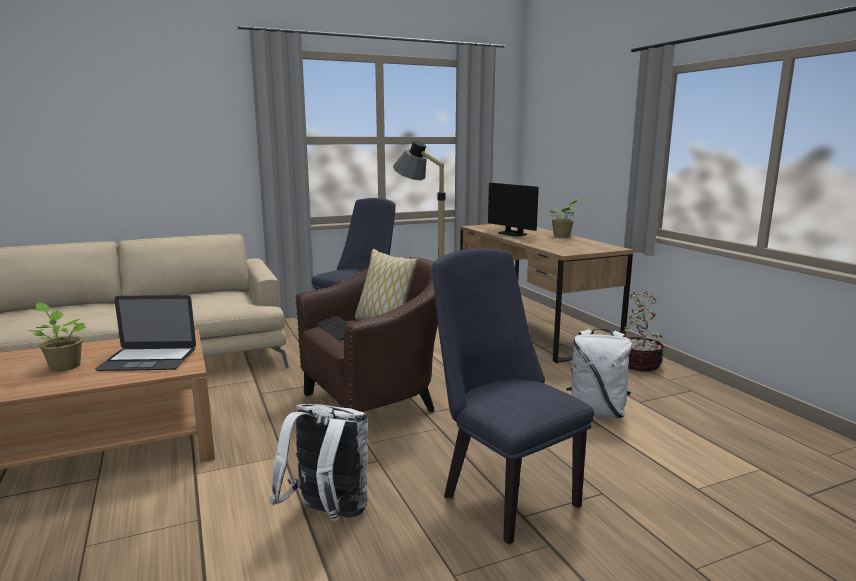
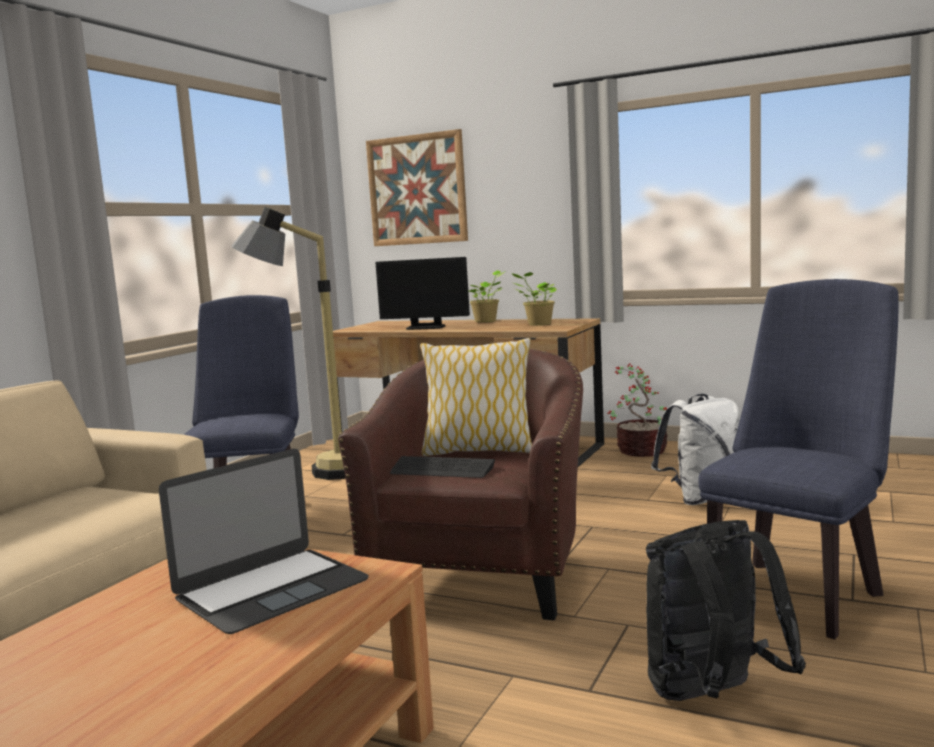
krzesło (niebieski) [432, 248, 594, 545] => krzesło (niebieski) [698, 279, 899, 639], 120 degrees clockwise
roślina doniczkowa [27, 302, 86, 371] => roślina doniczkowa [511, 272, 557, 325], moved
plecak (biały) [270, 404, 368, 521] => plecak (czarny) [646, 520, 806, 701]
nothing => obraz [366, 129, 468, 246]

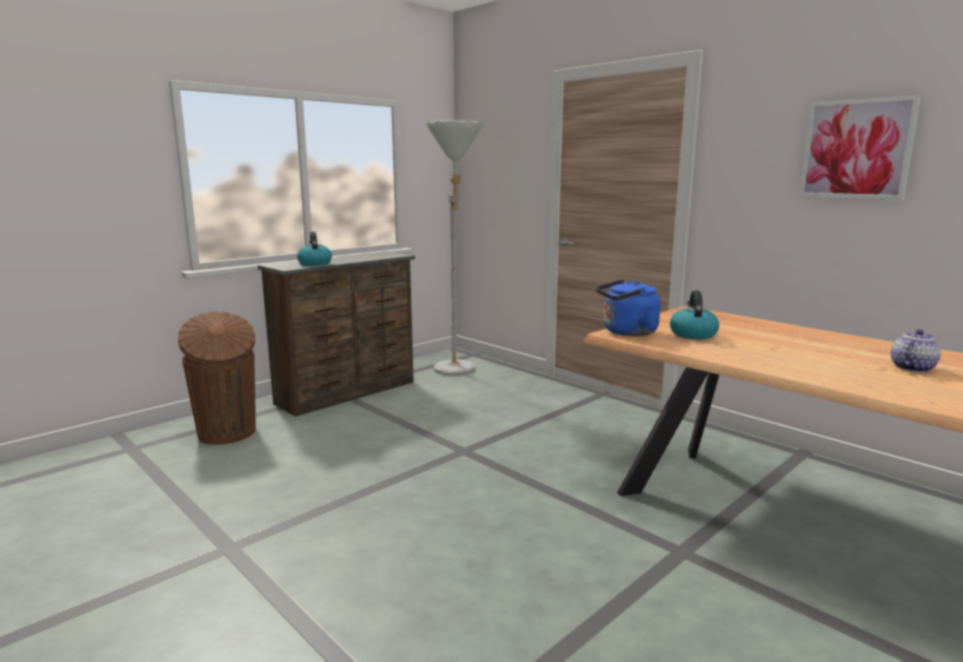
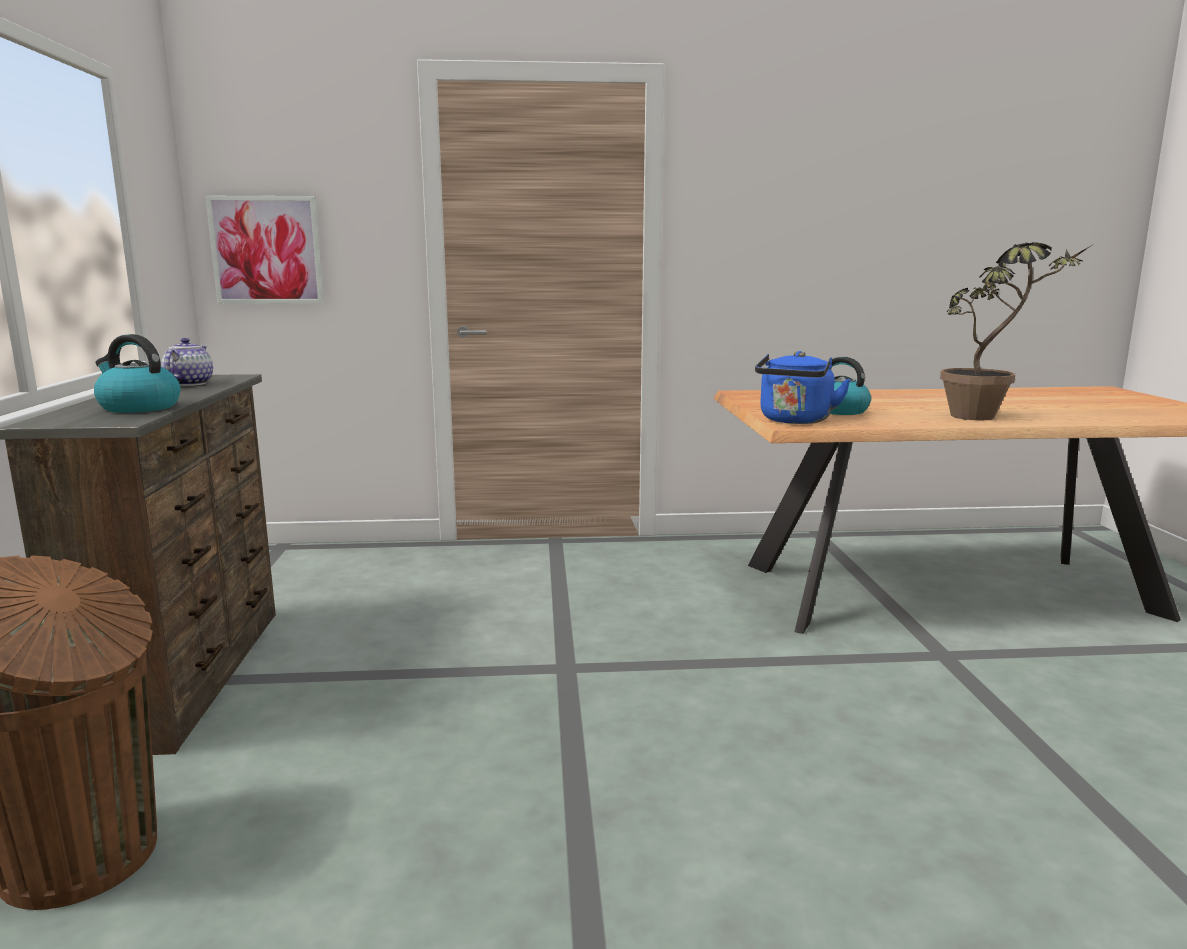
obraz [799, 95, 921, 200] => obraz [205, 196, 324, 304], moved
lampa stojąca (szary) [426, 120, 483, 375] => nothing
imbryk [891, 329, 941, 372] => imbryk [161, 338, 213, 386], moved
nothing => roślina doniczkowa [940, 242, 1092, 420]

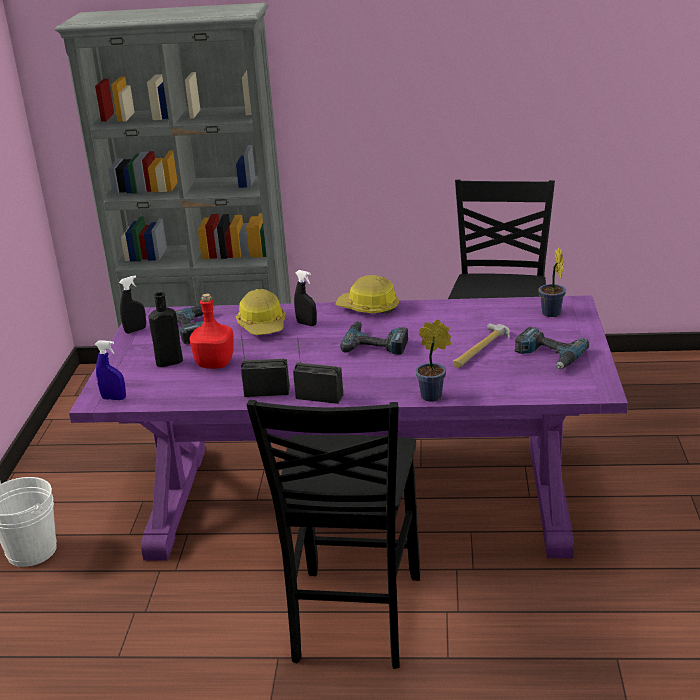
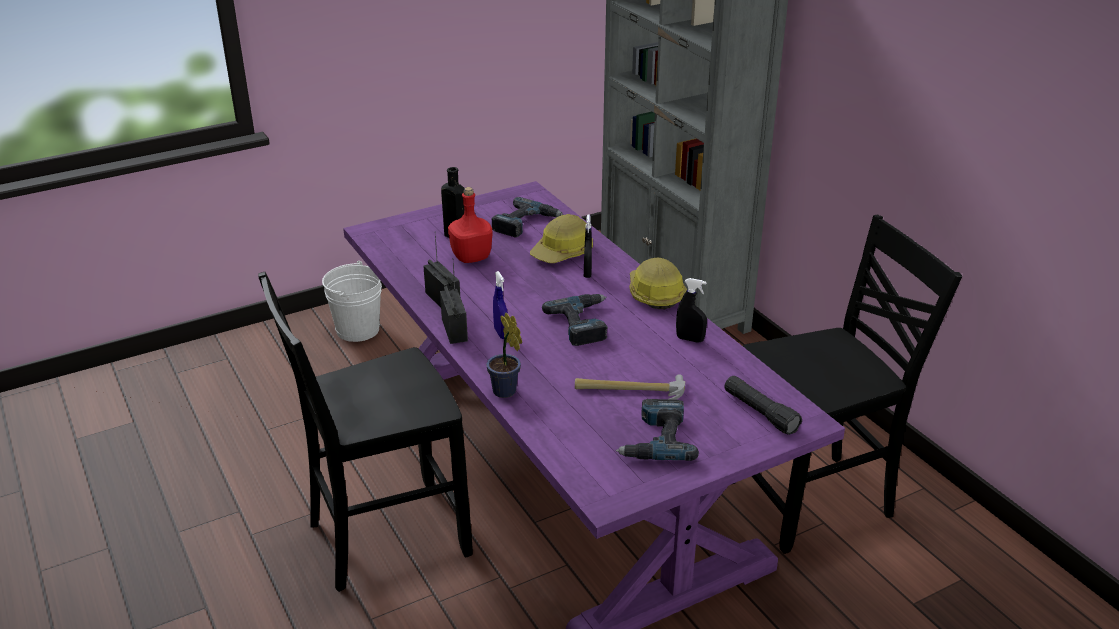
roślina doniczkowa [538, 247, 566, 317] => latarka (czarny) [724, 376, 802, 435]
spryskiwacz (czarny) [119, 275, 146, 334] => spryskiwacz (czarny) [676, 278, 707, 343], moved
spryskiwacz (niebieski) [95, 340, 126, 400] => spryskiwacz (niebieski) [493, 271, 508, 339], moved

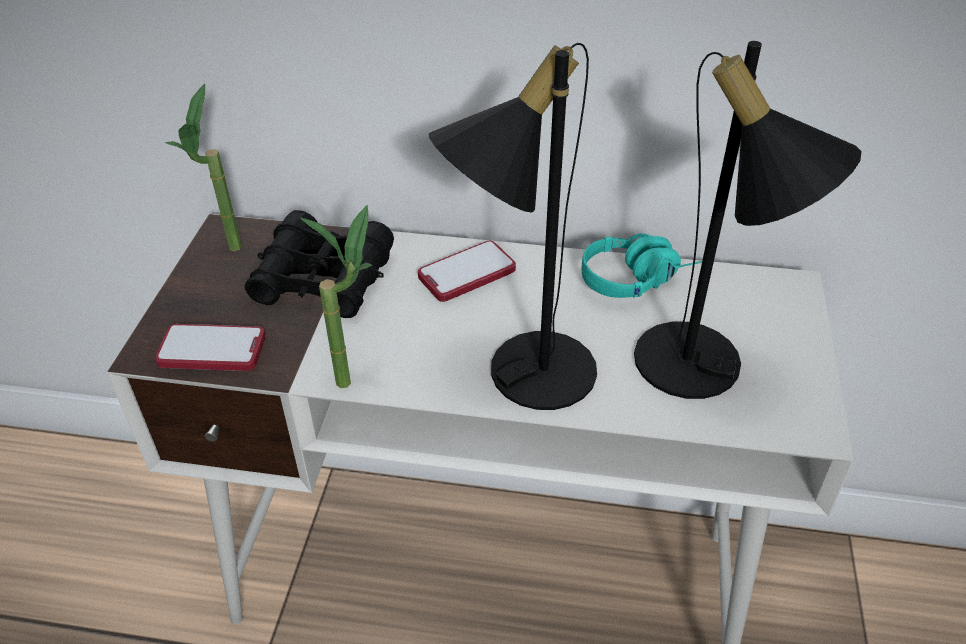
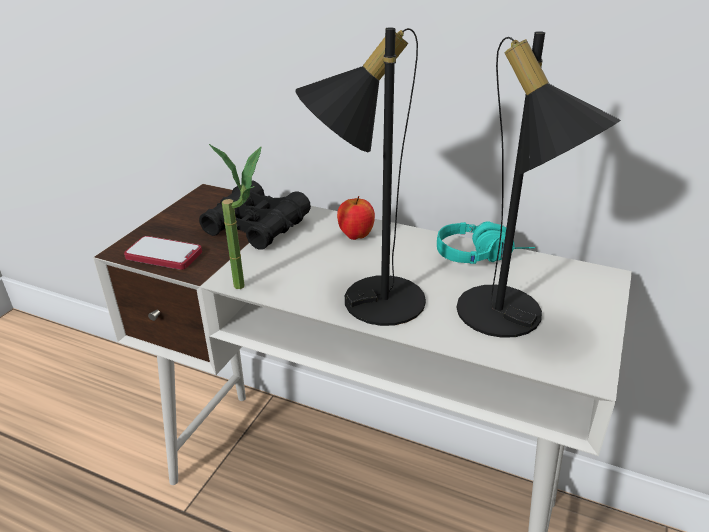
roślina doniczkowa [164, 84, 242, 251] => nothing
telefon [418, 241, 516, 302] => jabłko [337, 196, 375, 240]

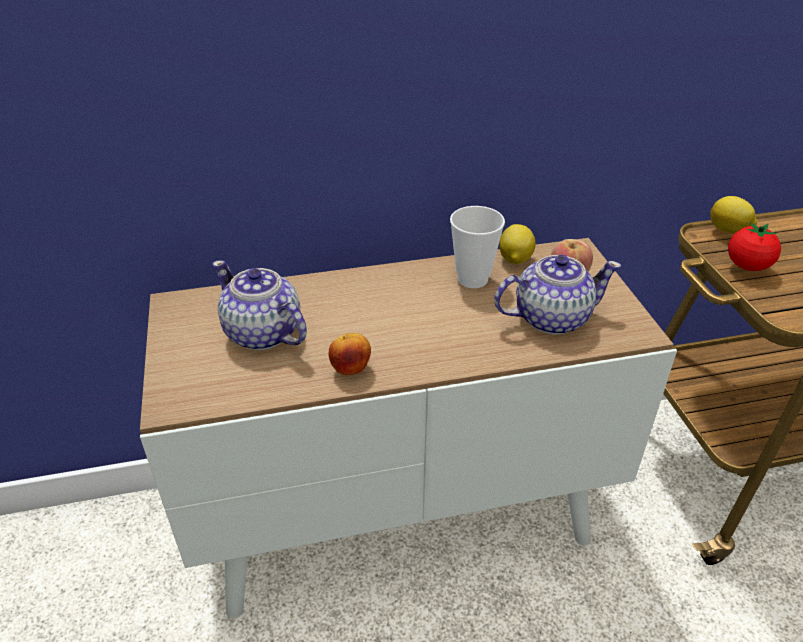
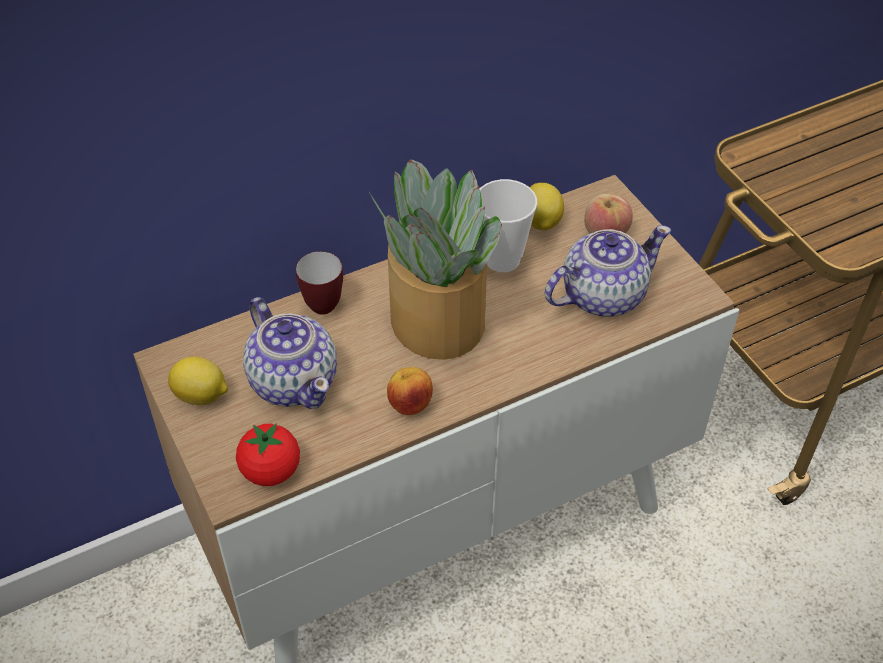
cytryna [710, 196, 757, 233] => cytryna [168, 356, 228, 405], moved
pomidor [728, 222, 781, 271] => pomidor [236, 423, 300, 486], moved
imbryk [212, 260, 307, 350] => imbryk [243, 297, 337, 409], 150 degrees counterclockwise
nothing => roślina doniczkowa [368, 159, 502, 360]
nothing => kubek [296, 251, 343, 315]

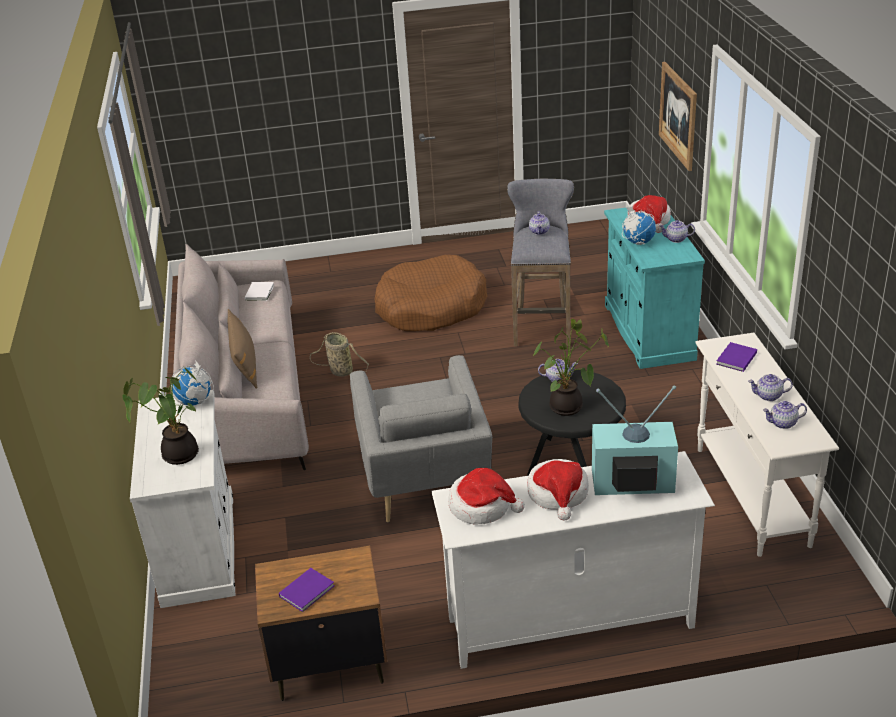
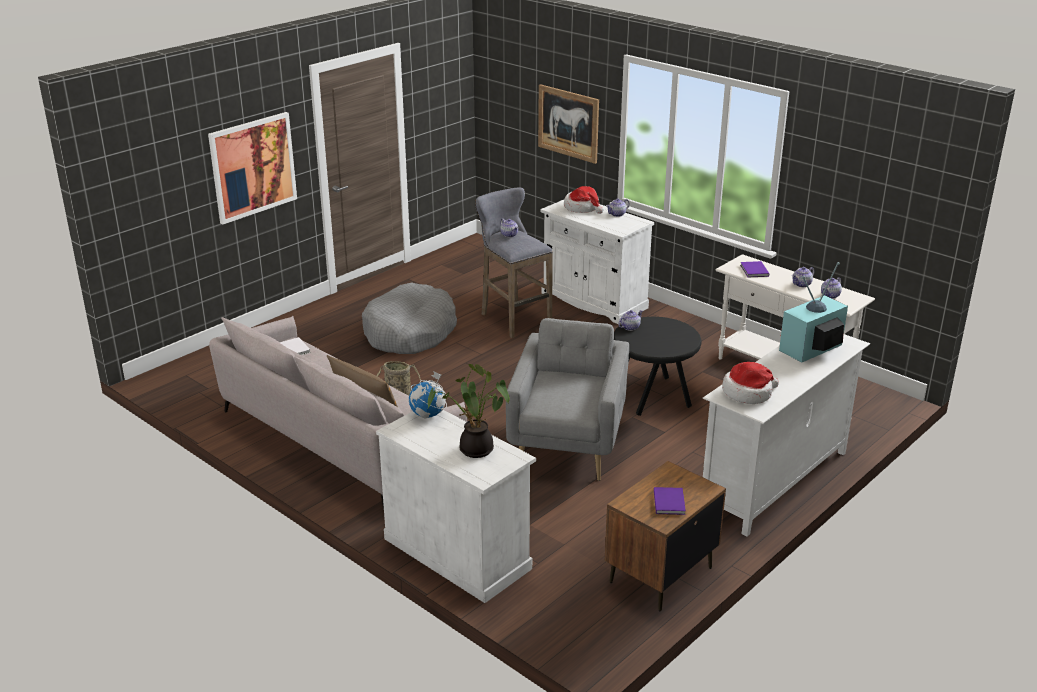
globus [622, 206, 656, 245] => nothing
szafka (turkusowy) [604, 207, 705, 369] => szafka (biały) [540, 200, 654, 324]
legowisko (brązowy) [374, 255, 487, 331] => legowisko (szary) [362, 283, 457, 354]
roślina doniczkowa [533, 319, 609, 416] => nothing
fotel (szary) [350, 355, 492, 523] => fotel (szary) [506, 318, 629, 481], 120 degrees counterclockwise
kapelusz [528, 459, 589, 521] => nothing
nothing => obraz [208, 112, 297, 224]

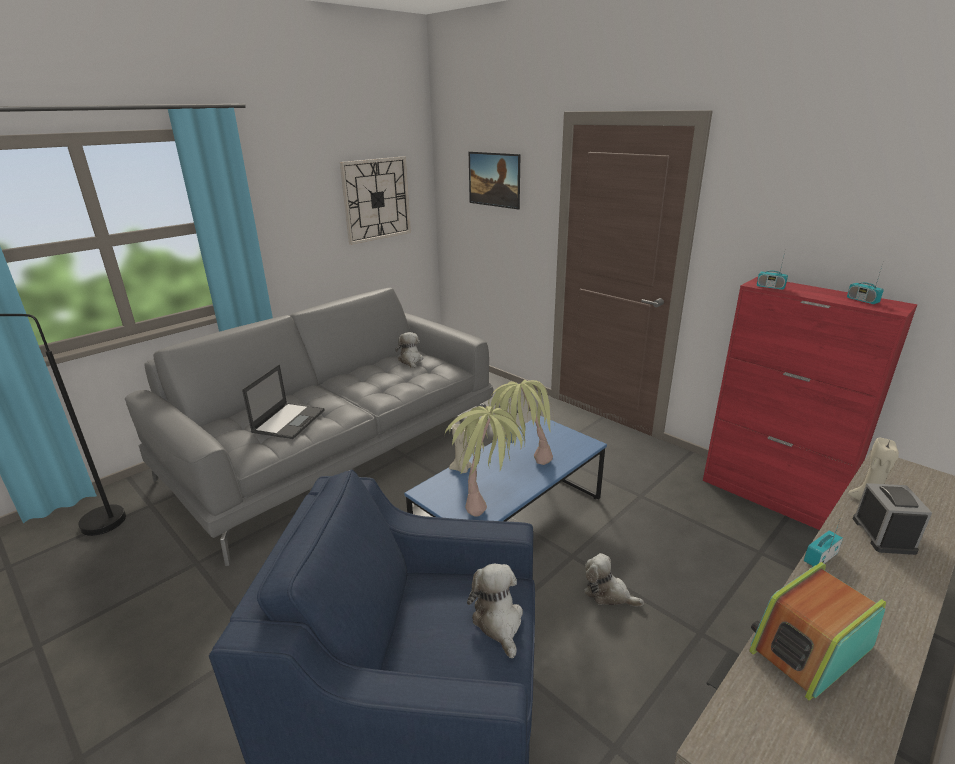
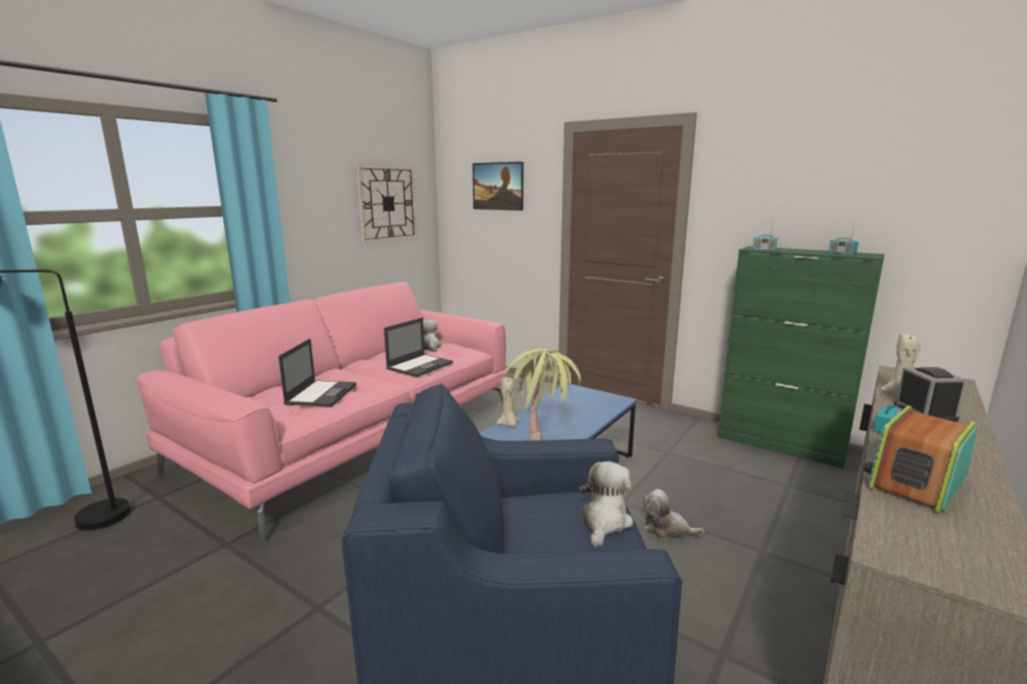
szafka (czerwony) [703, 277, 918, 530] => szafka (zielony) [718, 246, 885, 469]
kanapa (szary) [125, 287, 493, 566] => kanapa (różowy) [137, 282, 510, 544]
roślina doniczkowa [488, 380, 555, 465] => nothing
pluszak [467, 564, 523, 658] => pluszak [579, 461, 633, 548], 45 degrees clockwise
nothing => laptop [384, 318, 453, 377]

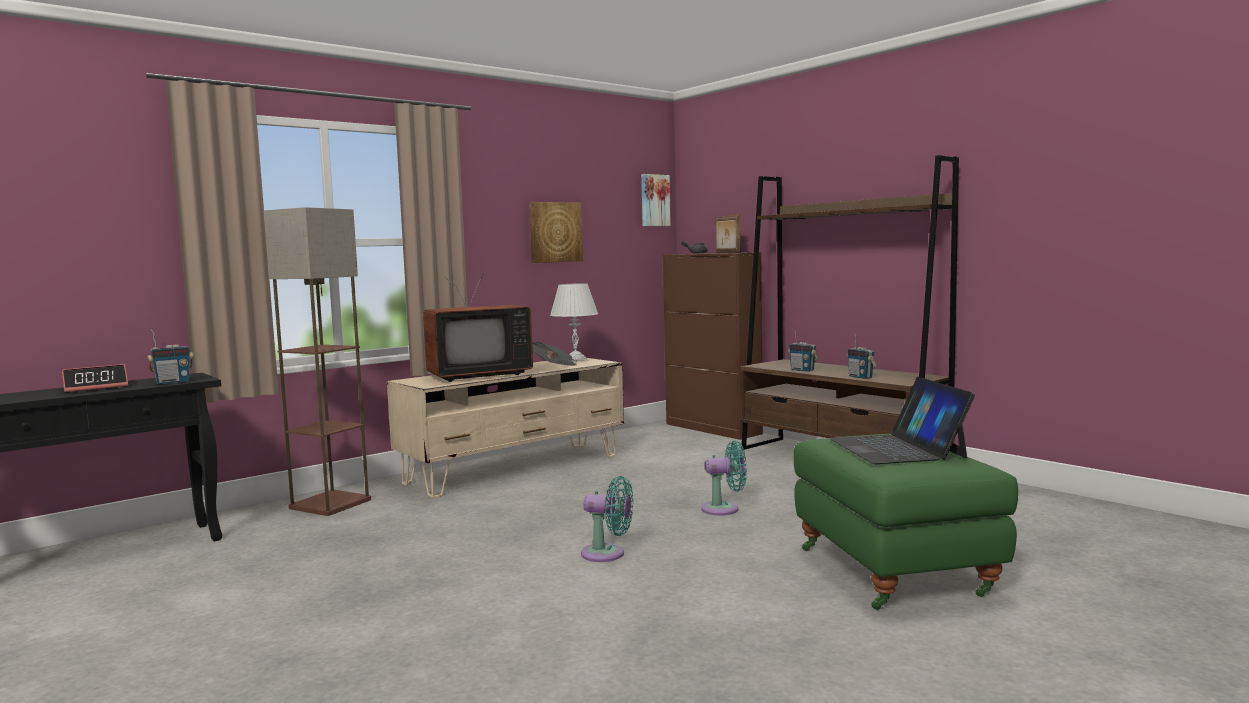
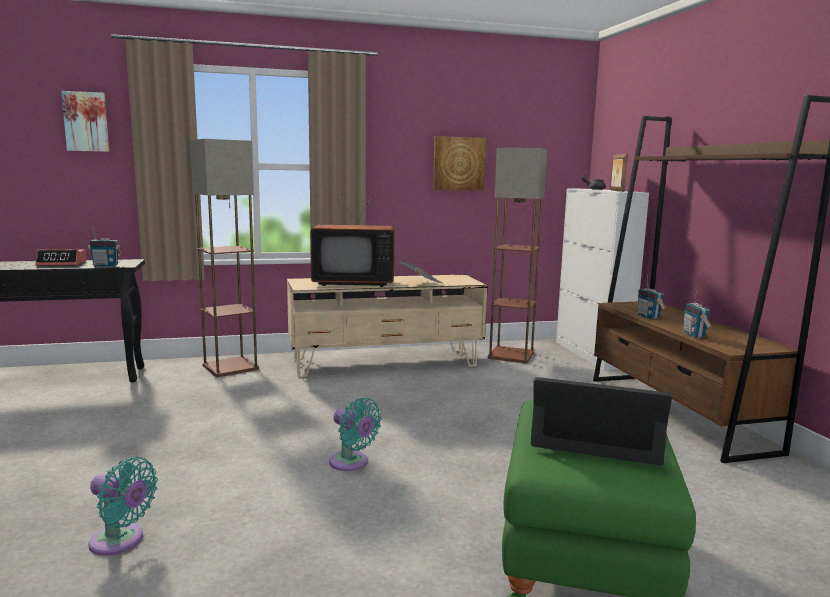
obraz [641, 174, 671, 226] => obraz [61, 91, 109, 152], moved
szafka (brązowy) [663, 252, 763, 440] => szafka (biały) [556, 188, 649, 370]
lampa stołowa (biały) [550, 283, 598, 363] => nothing
laptop [830, 377, 975, 464] => laptop [531, 377, 672, 466], 90 degrees clockwise
wentylator (turkusowy) [701, 440, 747, 515] => wentylator (turkusowy) [88, 457, 158, 556], moved
nothing => lampa stojąca [488, 148, 547, 364]

